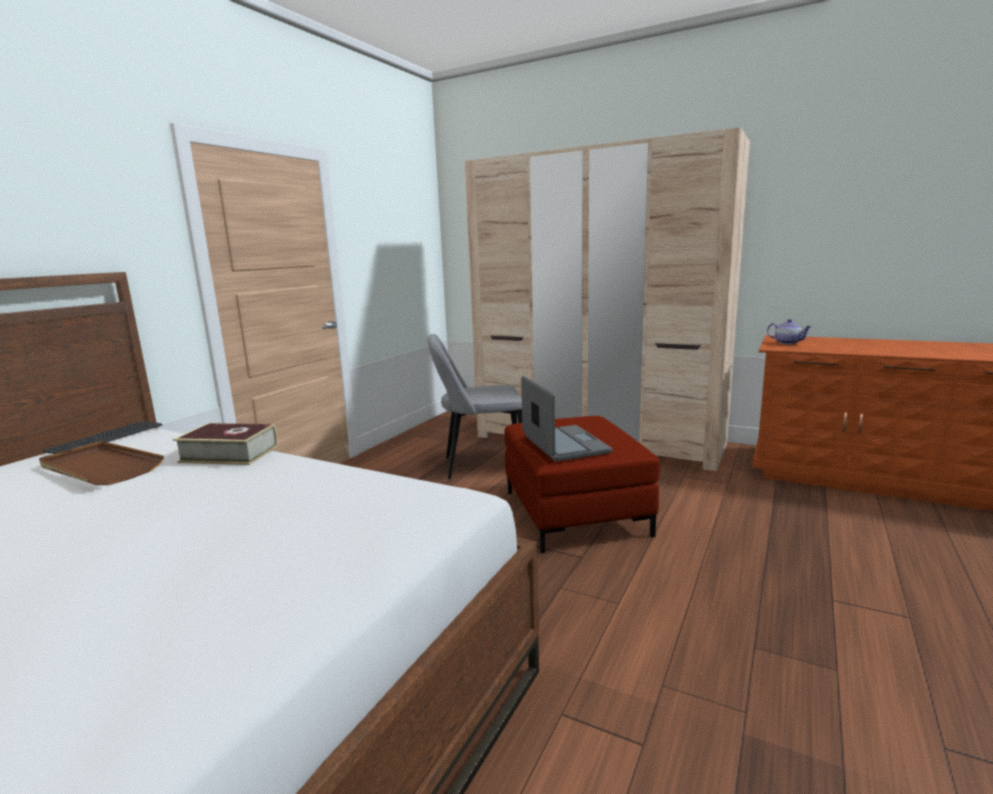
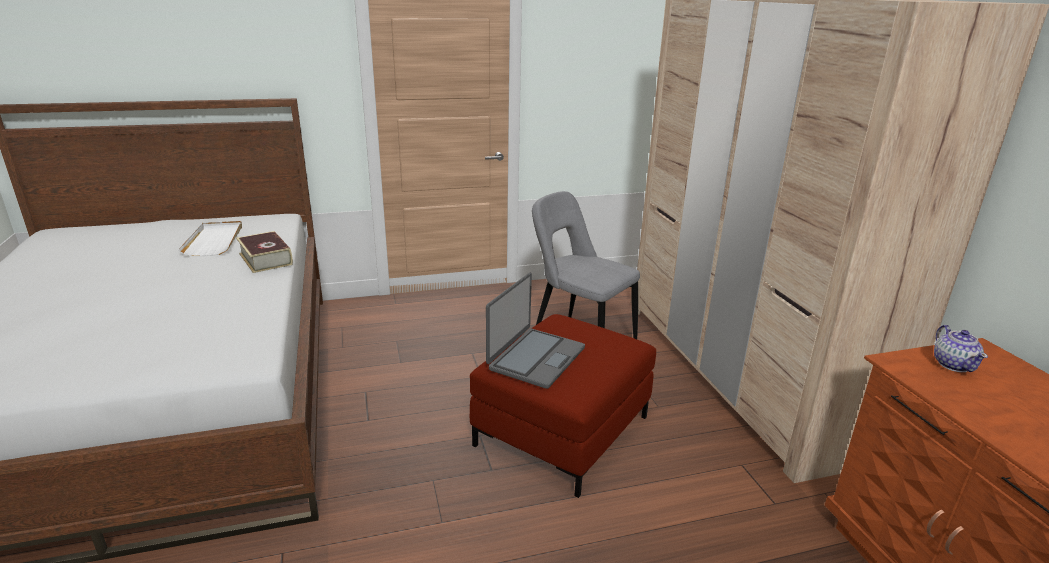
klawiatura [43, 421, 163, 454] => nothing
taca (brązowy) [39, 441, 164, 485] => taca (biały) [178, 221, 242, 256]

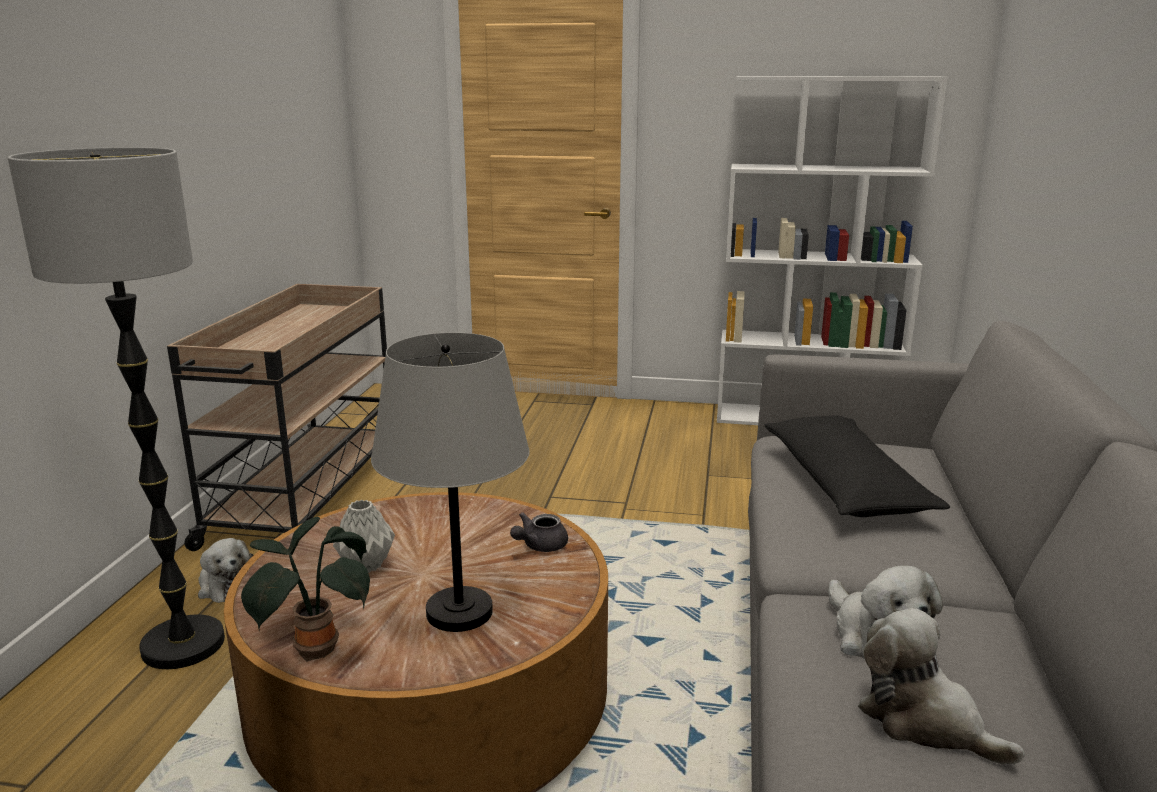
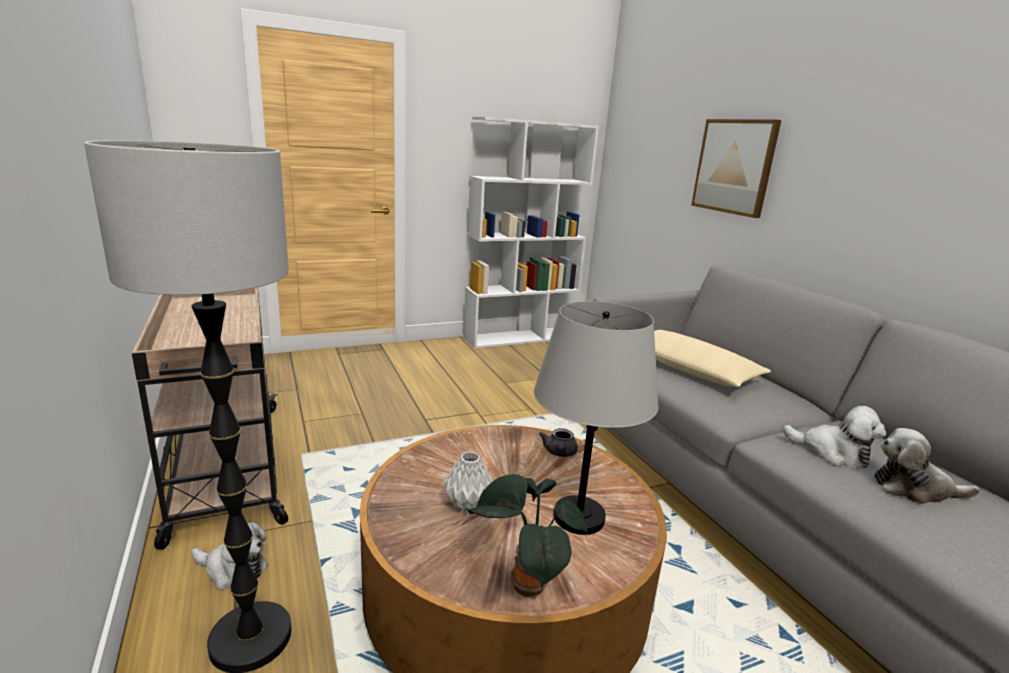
poduszka (czarny) [765, 416, 950, 517] => poduszka (beżowy) [654, 330, 771, 387]
nothing => obraz [691, 119, 781, 218]

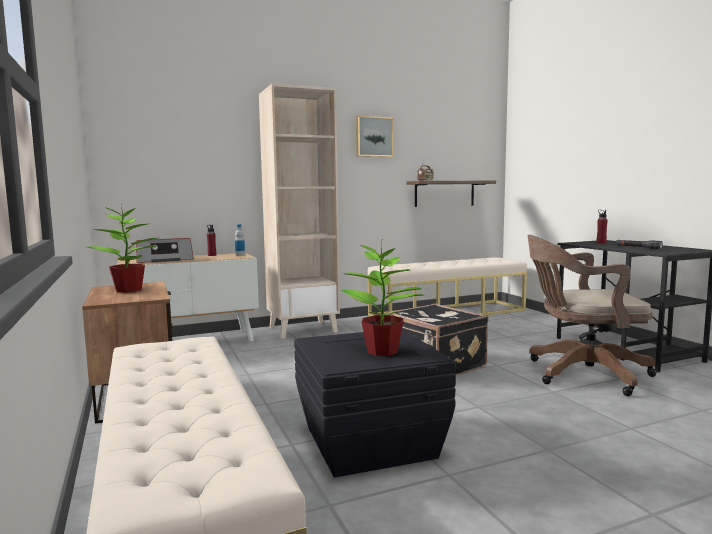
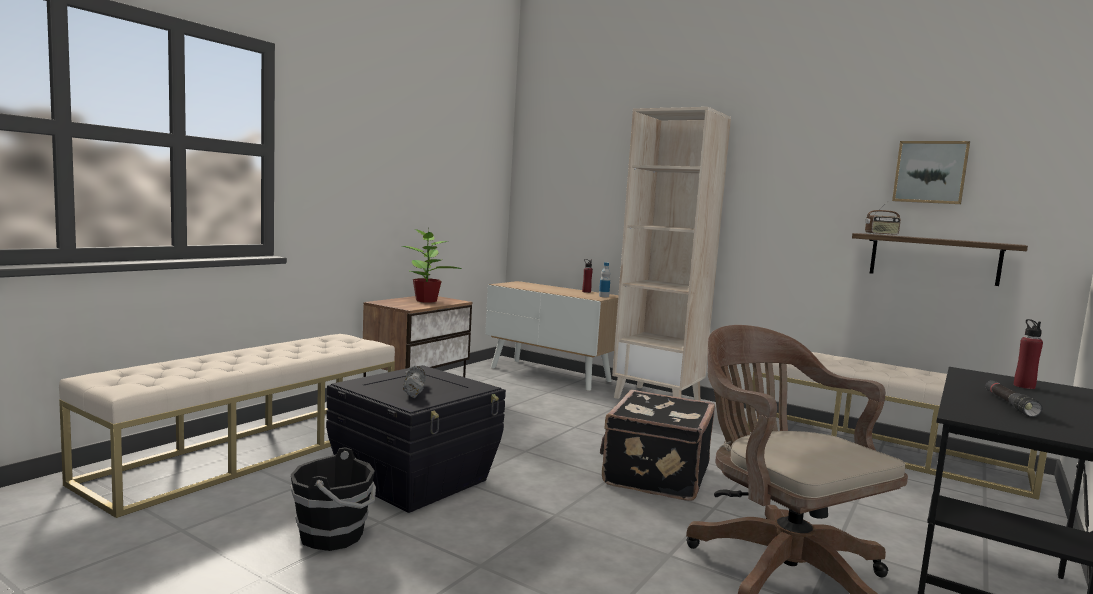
obraz [356, 116, 394, 157] => obraz [892, 141, 970, 204], moved
radio [136, 238, 194, 263] => nothing
roślina doniczkowa [341, 241, 423, 356] => hantel (szary) [403, 366, 426, 398]
nothing => wiadro (czarny) [291, 447, 376, 551]

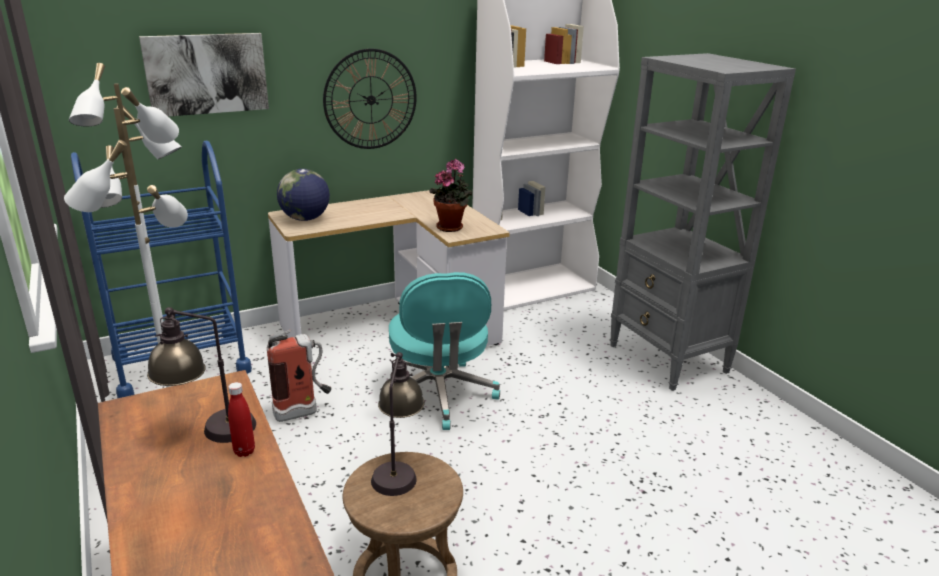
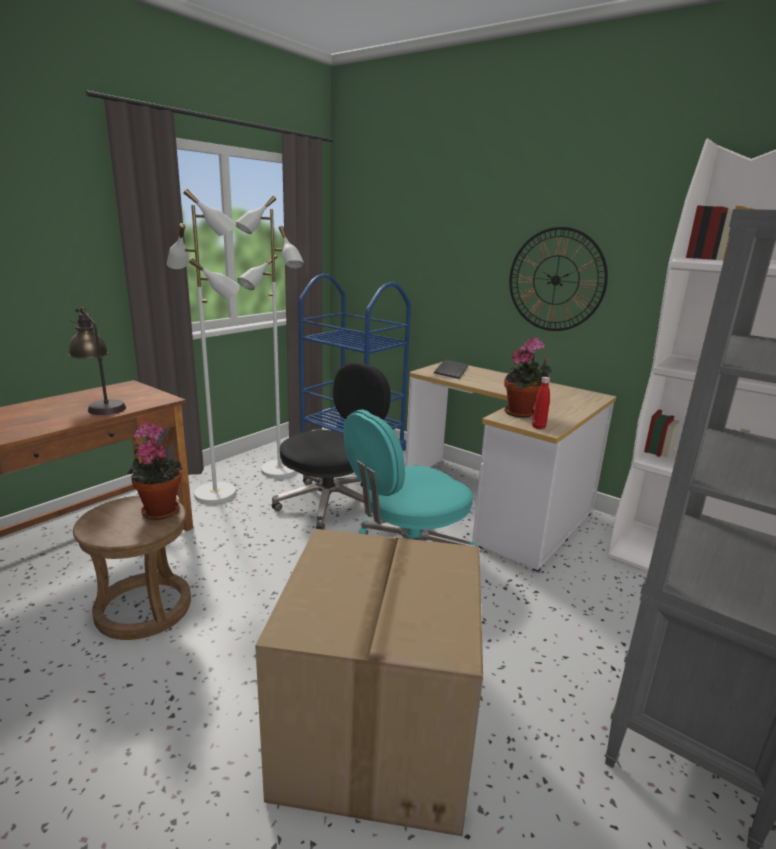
obraz [139, 33, 269, 117] => nothing
globus [277, 169, 330, 221] => klawiatura [434, 360, 468, 379]
gaśnica [267, 330, 331, 422] => krzesło biurowe (czarny) [272, 362, 391, 530]
lampa stołowa [371, 352, 425, 496] => roślina doniczkowa [127, 422, 182, 520]
butelka (czerwony) [228, 382, 255, 457] => butelka (czerwony) [532, 377, 550, 429], moved
nothing => karton [255, 529, 483, 836]

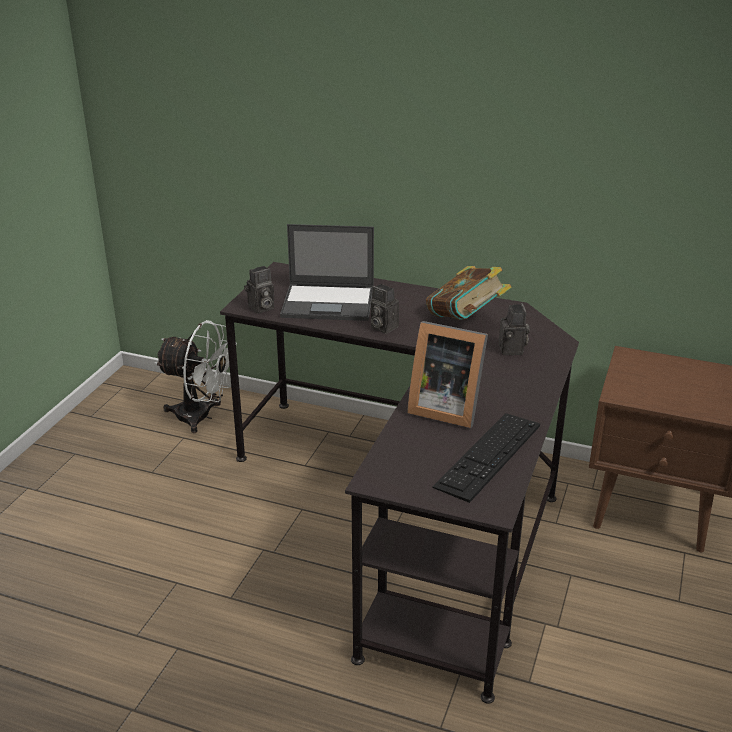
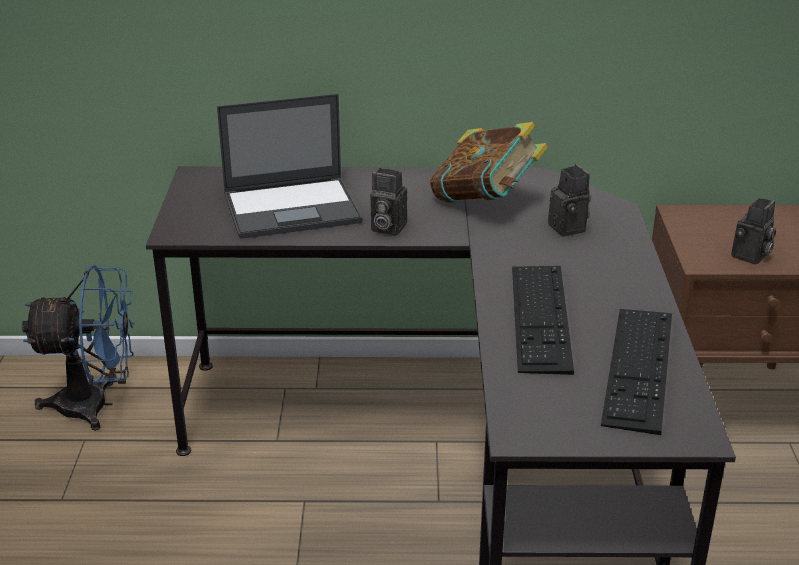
aparat fotograficzny [244, 266, 274, 314] => aparat fotograficzny [731, 198, 776, 264], moved
wentylator (biały) [155, 320, 237, 433] => wentylator (niebieski) [22, 265, 135, 431]
ramka na zdjęcie [407, 321, 488, 428] => klawiatura [512, 266, 574, 375]

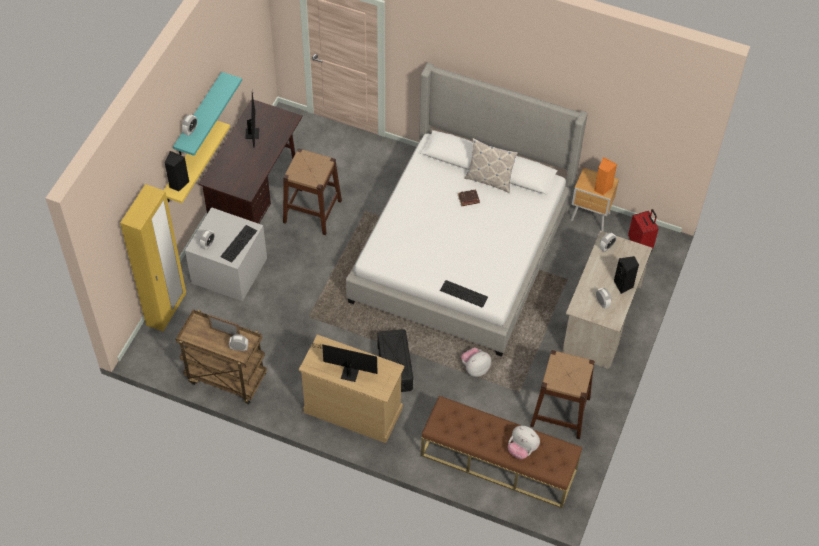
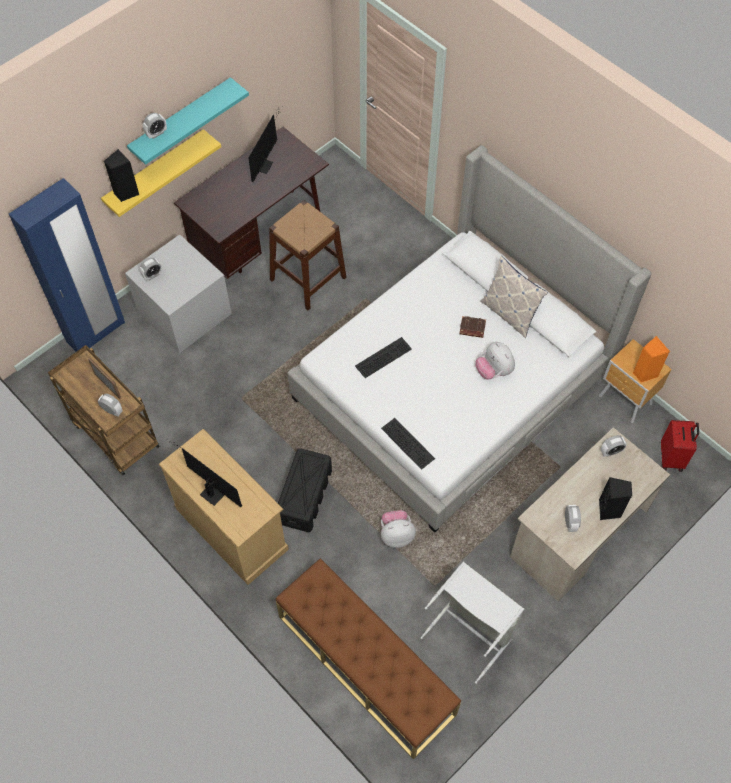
szafa (żółty) [120, 184, 186, 332] => szafa (niebieski) [9, 178, 125, 352]
klawiatura [220, 225, 257, 263] => klawiatura [355, 337, 412, 378], moved
stołek (brązowy) [530, 350, 595, 439] => kosz na pranie (szary) [420, 562, 524, 684]
pluszak [508, 426, 540, 459] => pluszak [475, 342, 515, 380], moved

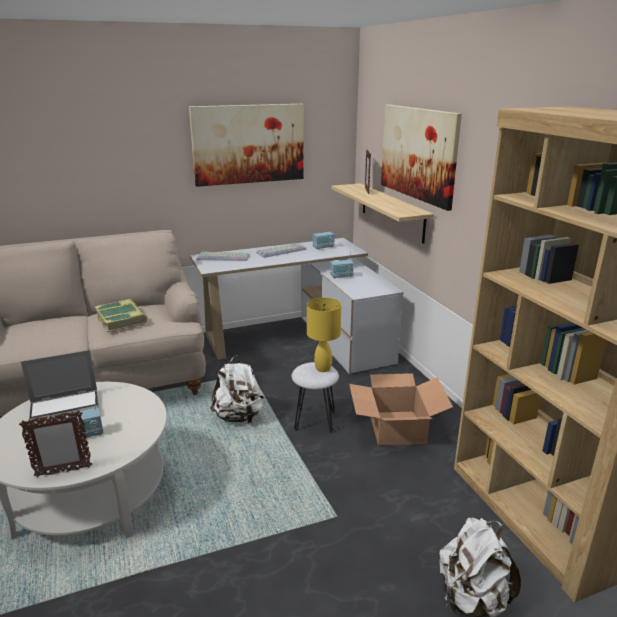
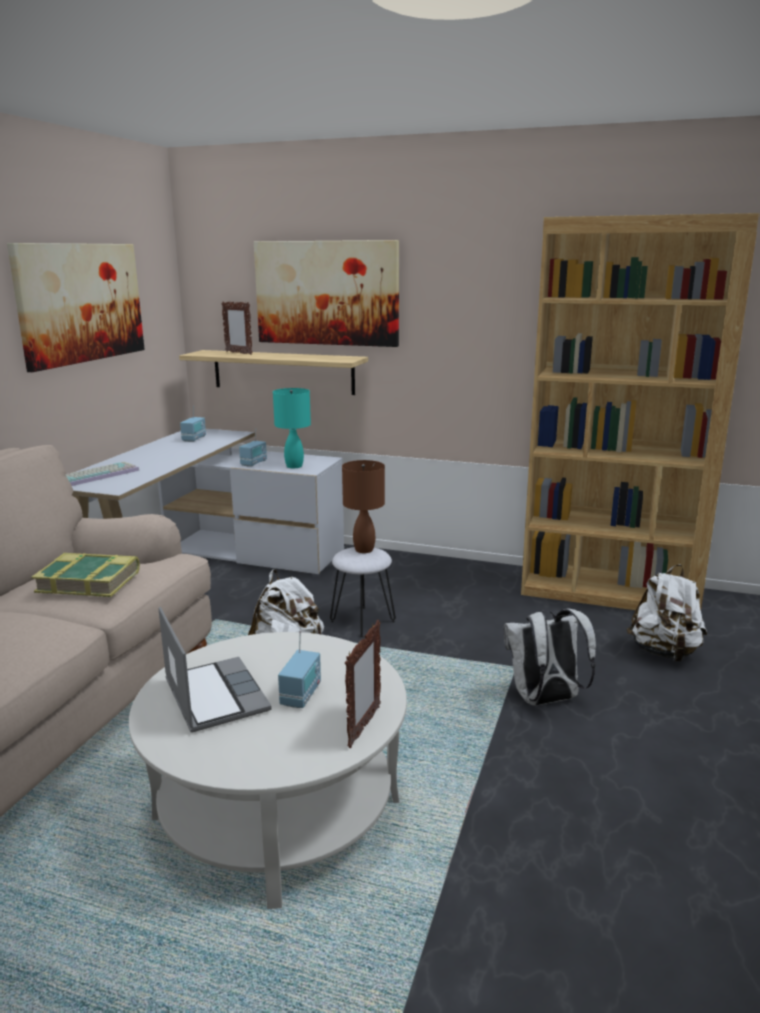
klawiatura [256, 243, 306, 258] => nothing
lampa stołowa (żółty) [307, 298, 341, 372] => lampa stołowa (brązowy) [342, 460, 385, 553]
laptop [21, 350, 99, 424] => laptop [159, 607, 272, 733], 45 degrees counterclockwise
karton [349, 373, 453, 446] => nothing
nothing => lampa stołowa (turkusowy) [273, 388, 311, 468]
nothing => plecak (biały) [504, 608, 596, 706]

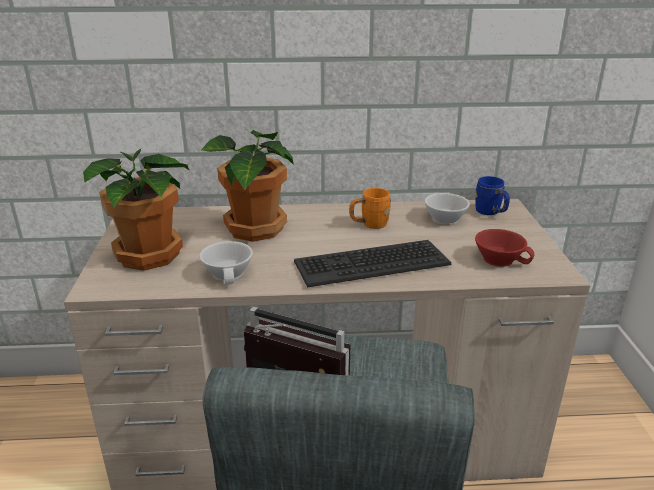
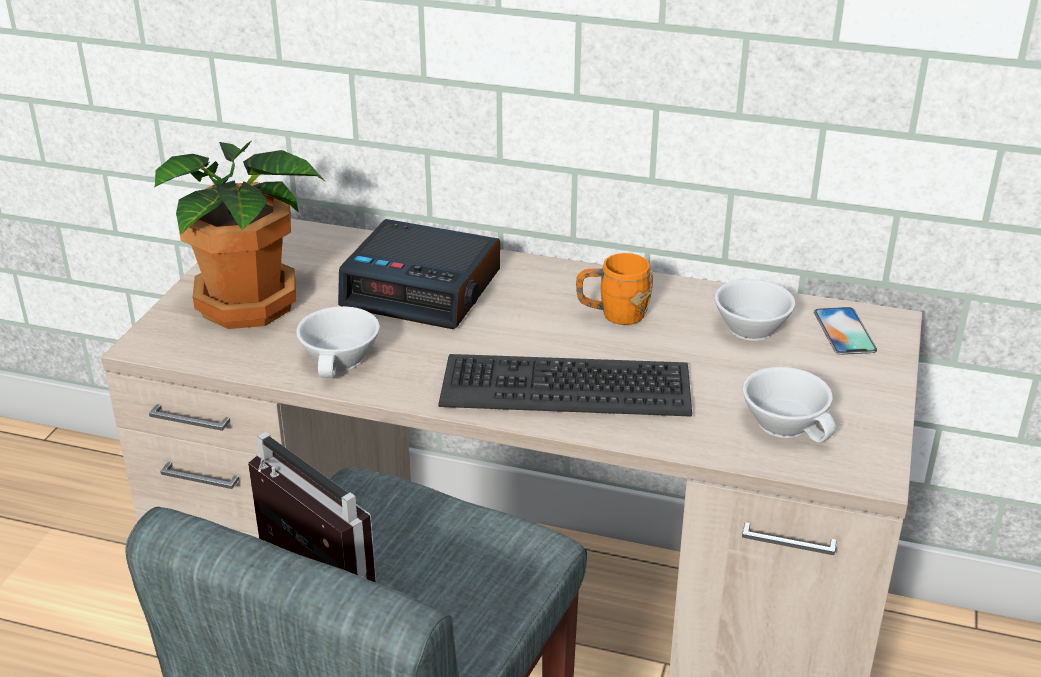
roślina doniczkowa [201, 130, 294, 242] => budzik [338, 219, 500, 329]
kubek (niebieski) [475, 176, 510, 215] => telefon [814, 307, 877, 355]
filiżanka (czerwony) [475, 229, 534, 267] => filiżanka (biały) [743, 367, 836, 443]

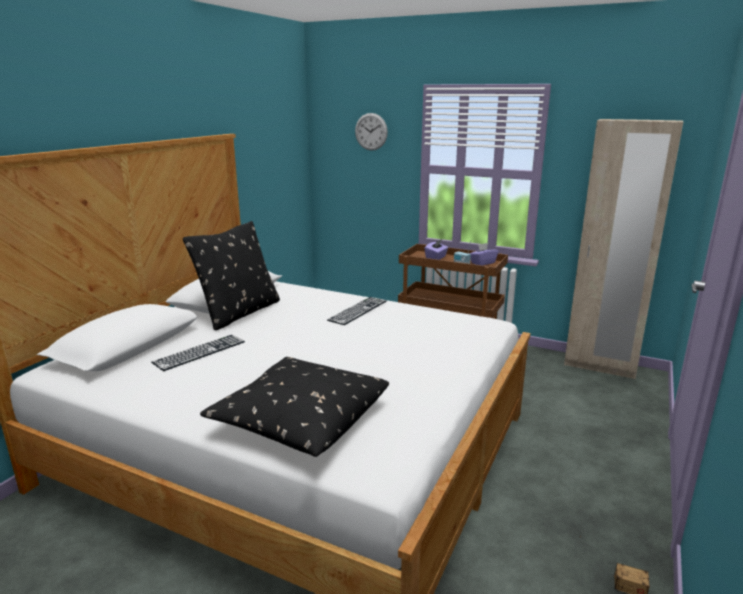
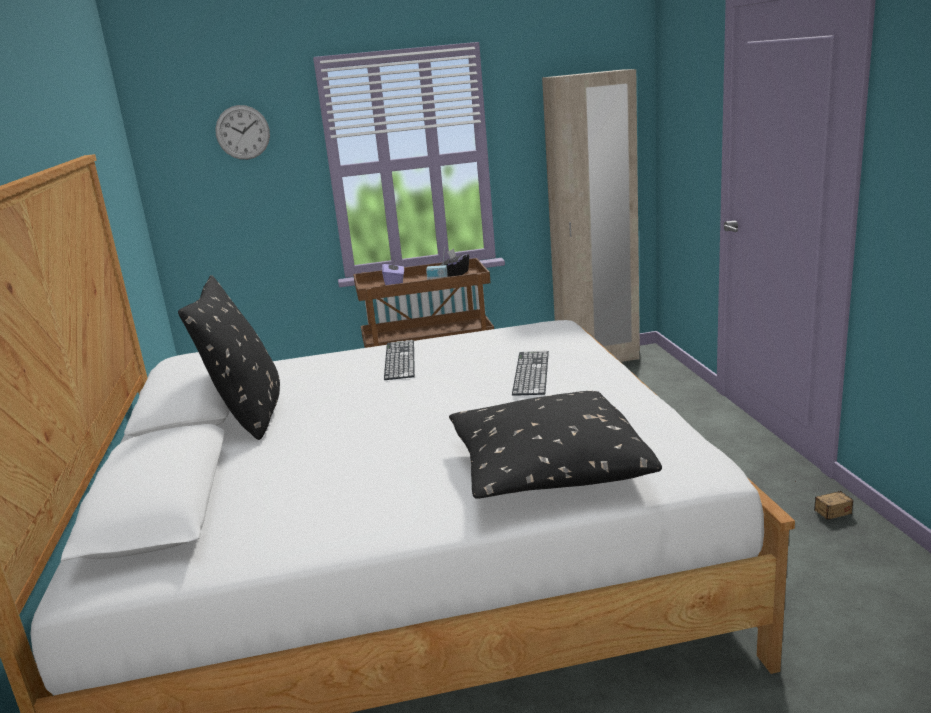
pudełko chusteczek (fioletowy) [469, 243, 498, 266] => pudełko chusteczek (czarny) [440, 248, 469, 277]
klawiatura [151, 335, 245, 371] => klawiatura [512, 350, 549, 396], moved

